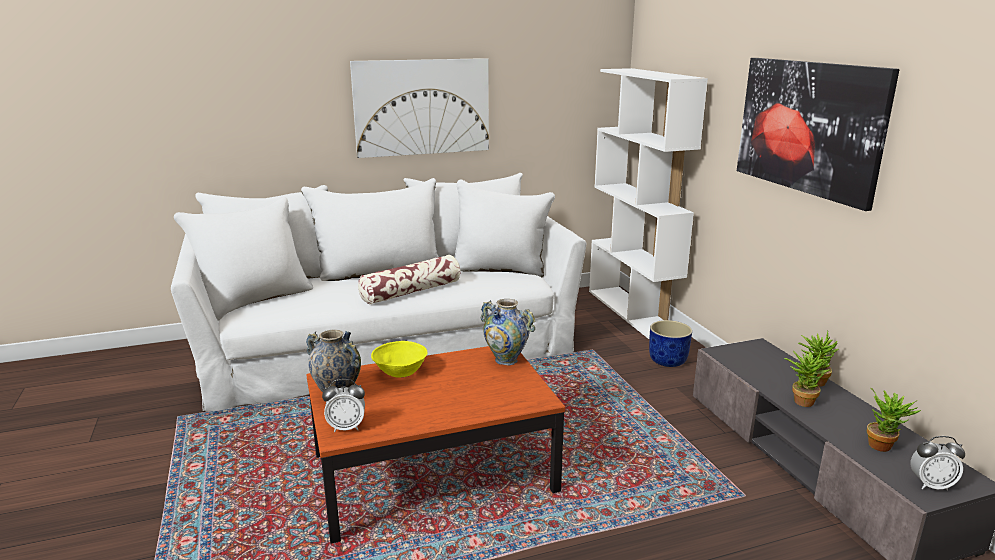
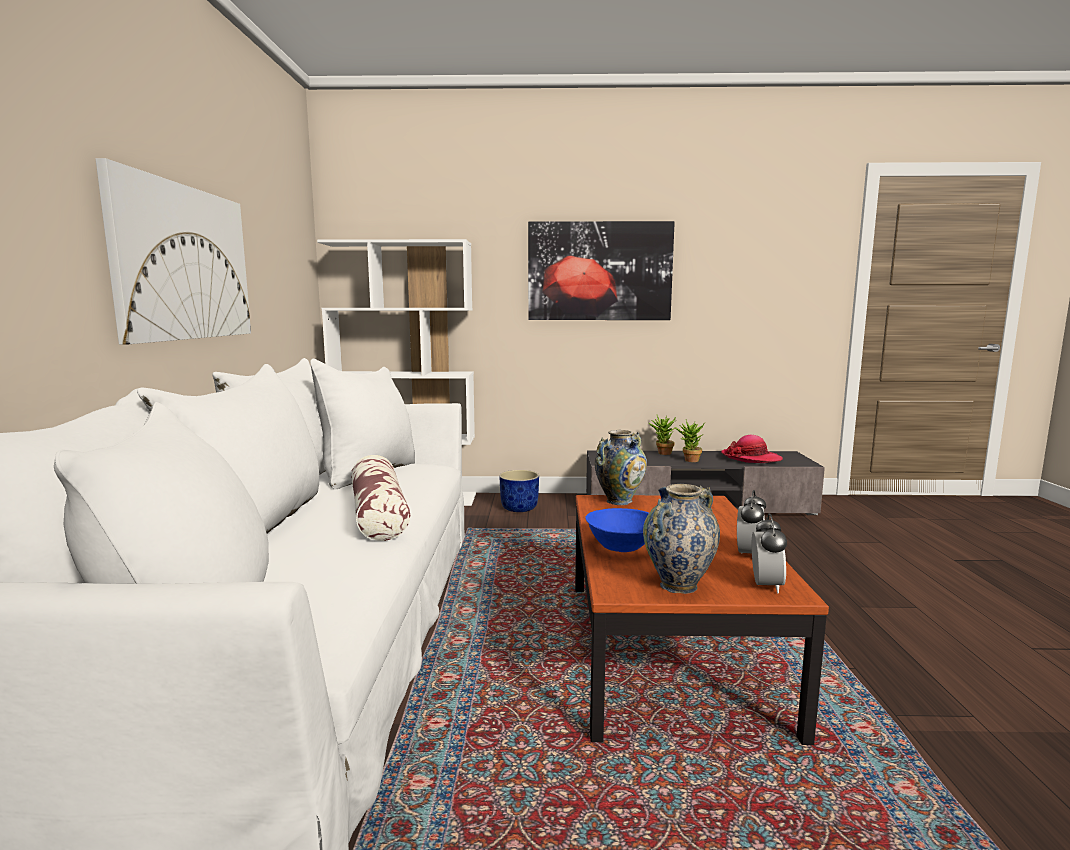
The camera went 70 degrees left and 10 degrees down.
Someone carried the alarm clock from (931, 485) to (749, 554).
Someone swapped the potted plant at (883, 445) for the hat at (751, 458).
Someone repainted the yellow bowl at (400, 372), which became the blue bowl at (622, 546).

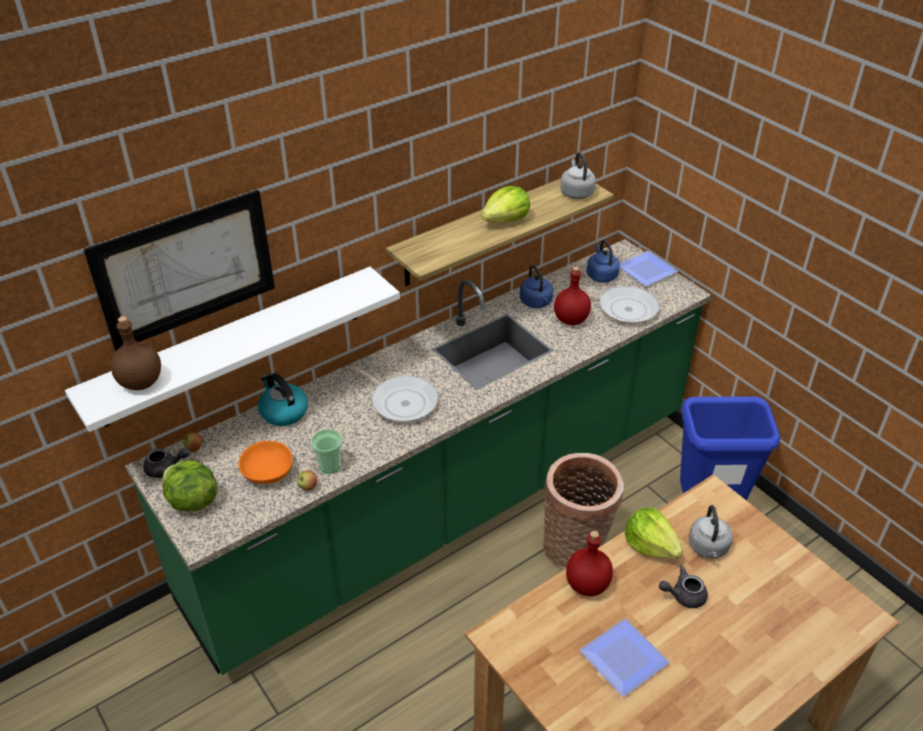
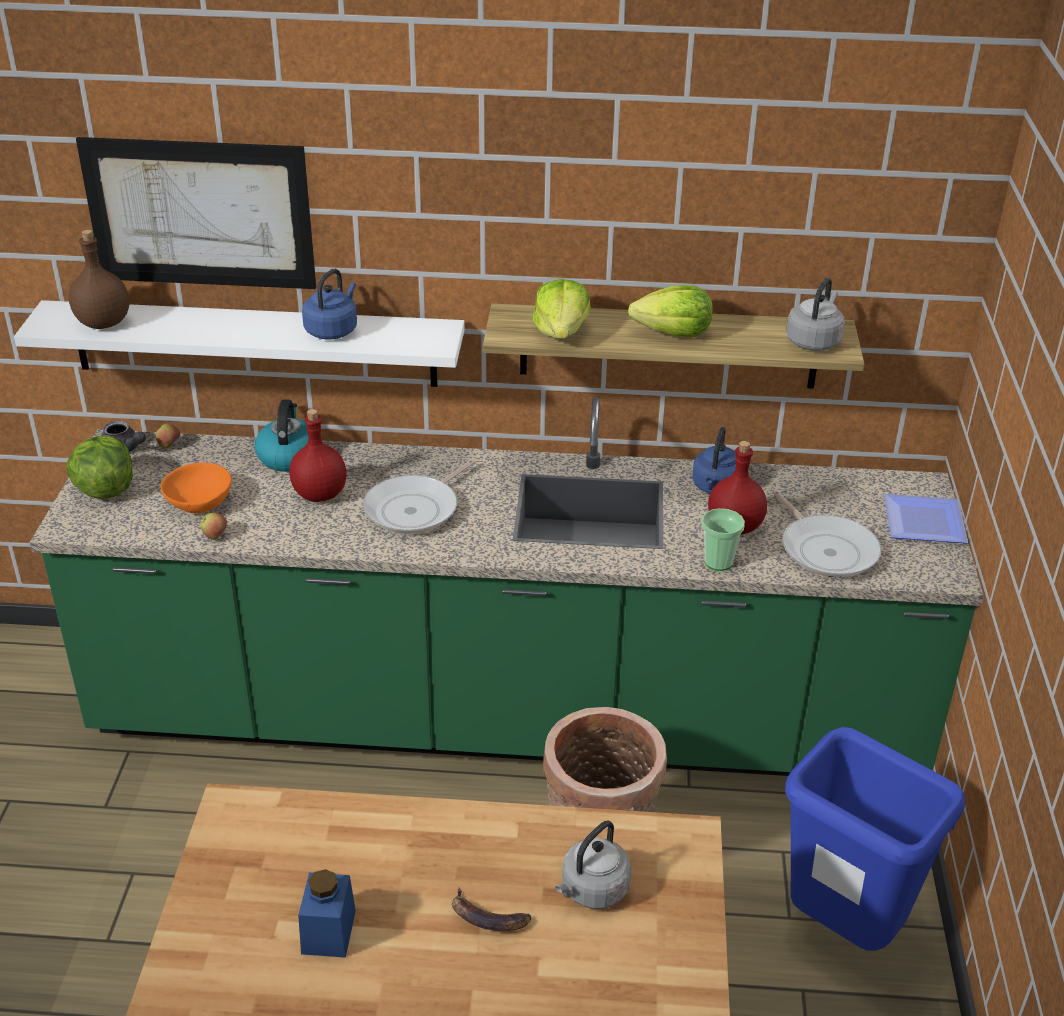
The camera went 40 degrees right and 5 degrees down.
Someone carried the cup from (329, 466) to (718, 562).
Someone carried the red bottle from (586, 584) to (320, 493).
Someone carried the blue kettle from (601, 275) to (333, 330).
Someone carried the lettuce from (650, 545) to (561, 332).
Someone swapped the plate at (626, 659) for the blue jar at (328, 932).
Someone swapped the grey teapot at (683, 595) for the banana at (487, 917).
Someone rotated the frying pan at (402, 401) by 45 degrees clockwise.

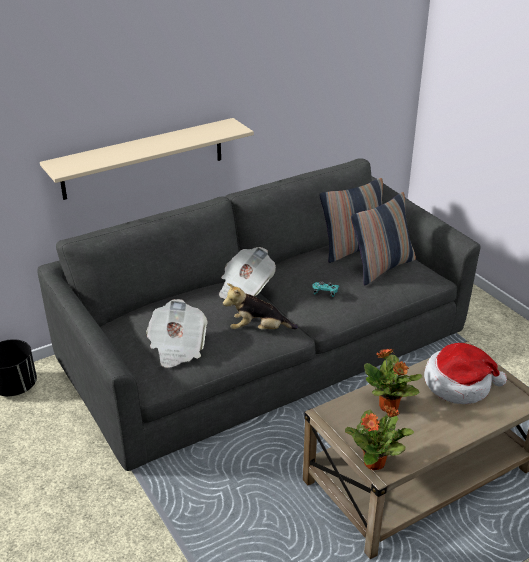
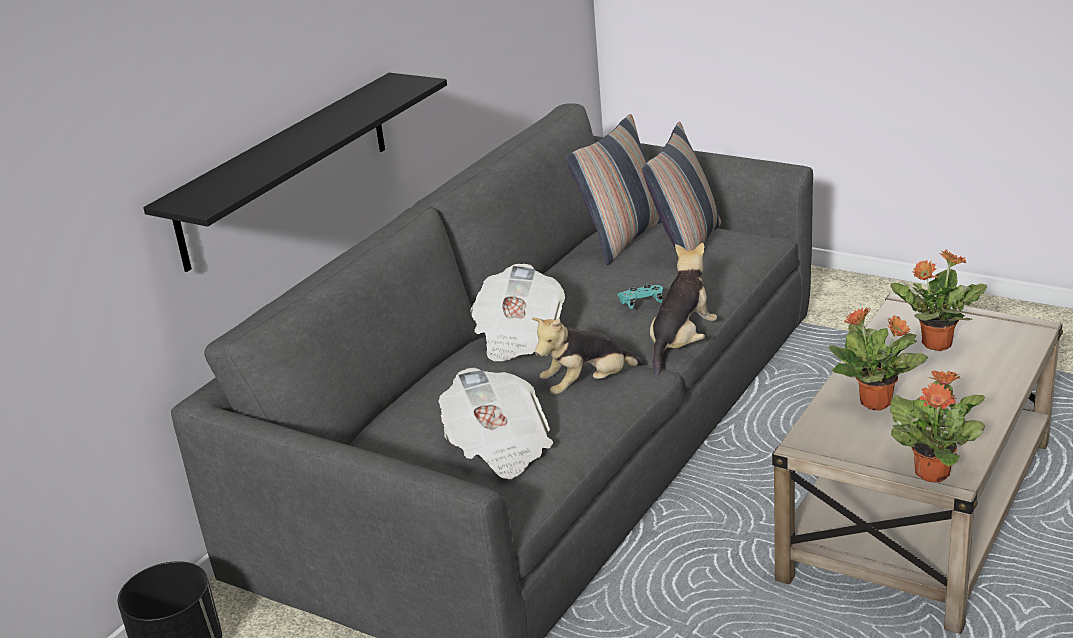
The camera went 25 degrees left and 5 degrees down.
Someone put down the plush toy at (681, 343).
Someone swapped the hat at (459, 384) for the potted plant at (935, 344).
Someone repainted the beige shelf at (143, 158), which became the black shelf at (285, 169).

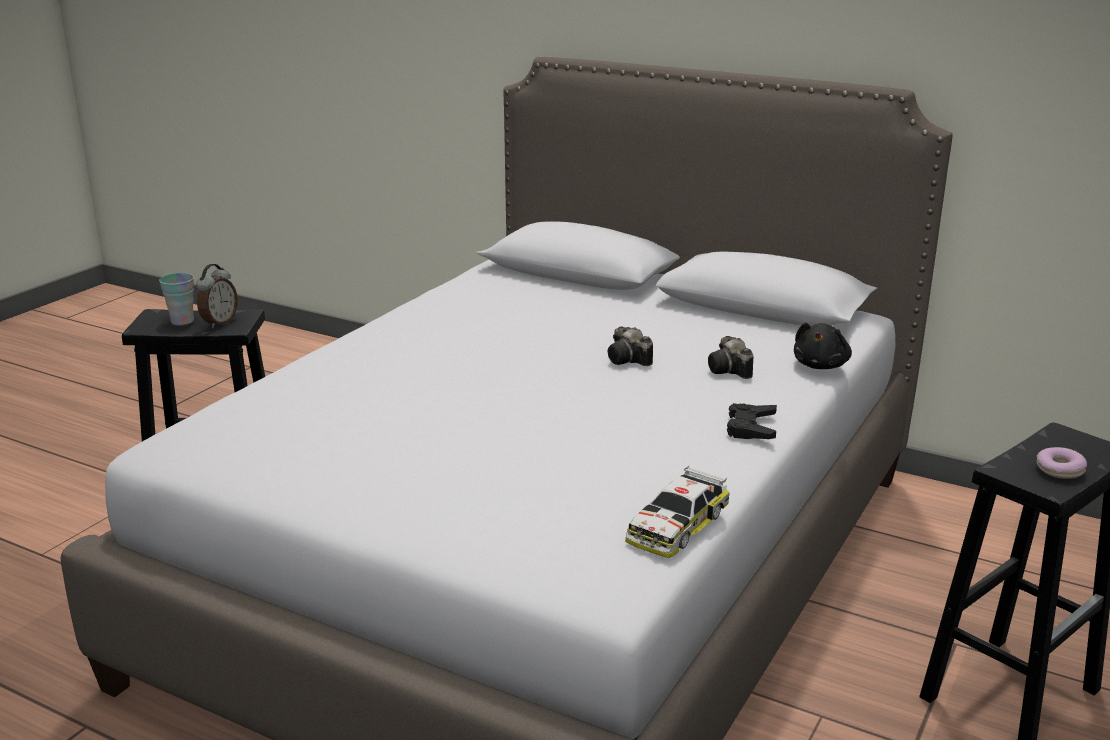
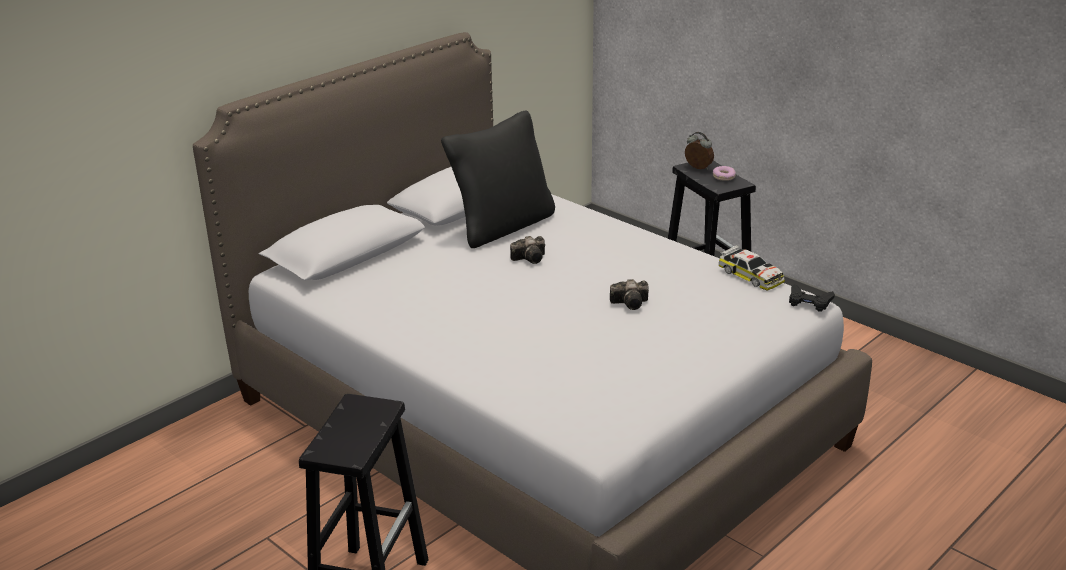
The camera went 75 degrees left and 5 degrees up.
Someone took away the cup at (182, 321).
Someone took away the black plush toy at (821, 365).
Someone put down the black pillow at (502, 226).
Someone carried the alarm clock from (219, 322) to (698, 168).
Someone carried the photo camera from (730, 371) to (631, 303).
Someone carried the black game controller from (751, 427) to (809, 302).

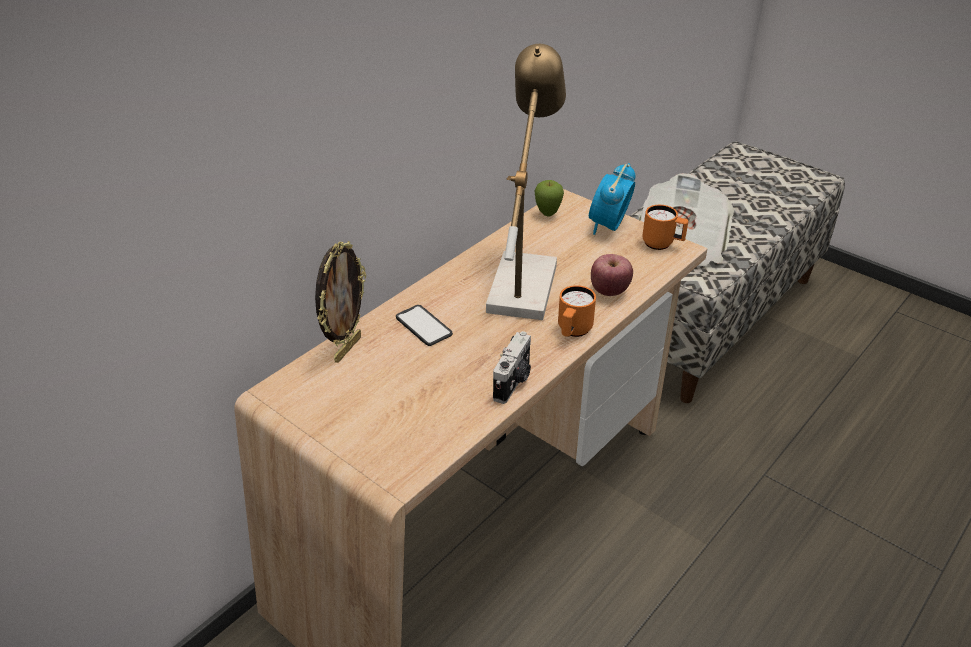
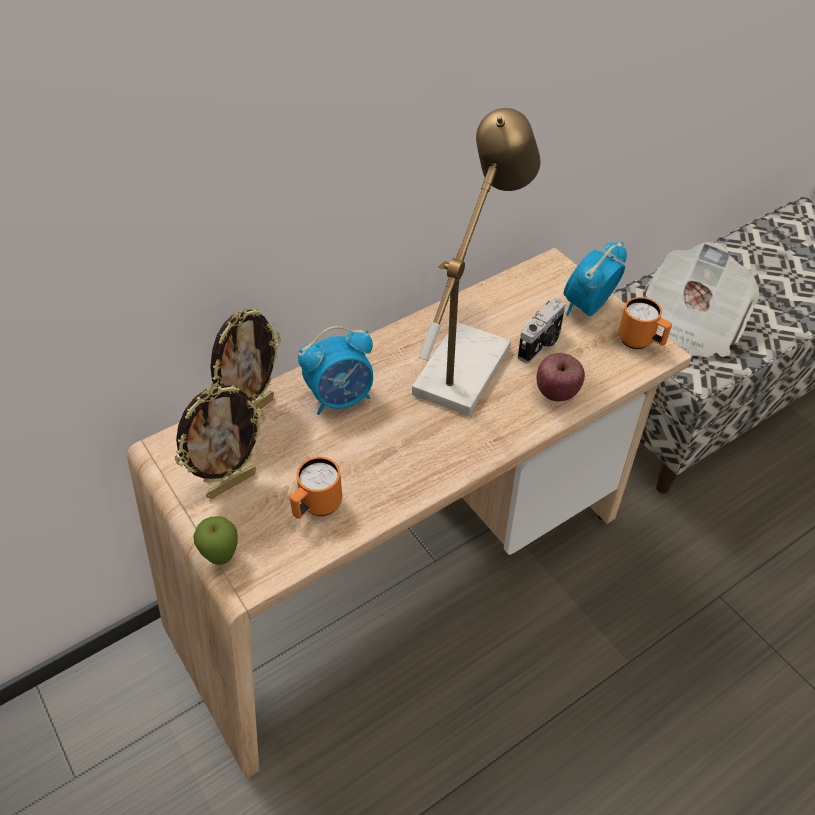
The camera went 15 degrees right and 10 degrees up.
Someone put down the picture frame at (231, 483).
Someone carried the photo camera from (513, 382) to (541, 344).
Someone carried the apple from (548, 214) to (222, 557).
Someone carried the orange mug from (573, 332) to (316, 507).
Someone swapped the phone at (423, 326) for the alarm clock at (341, 398).

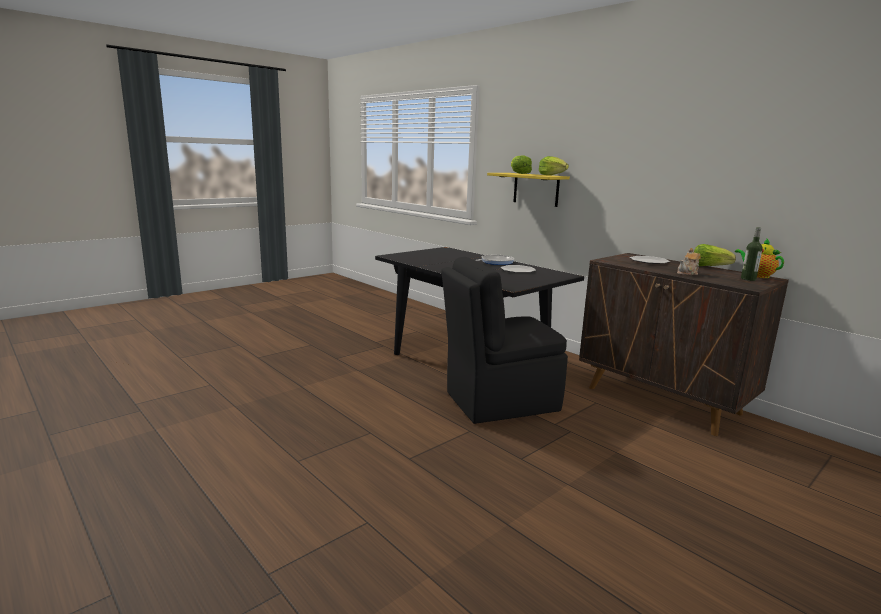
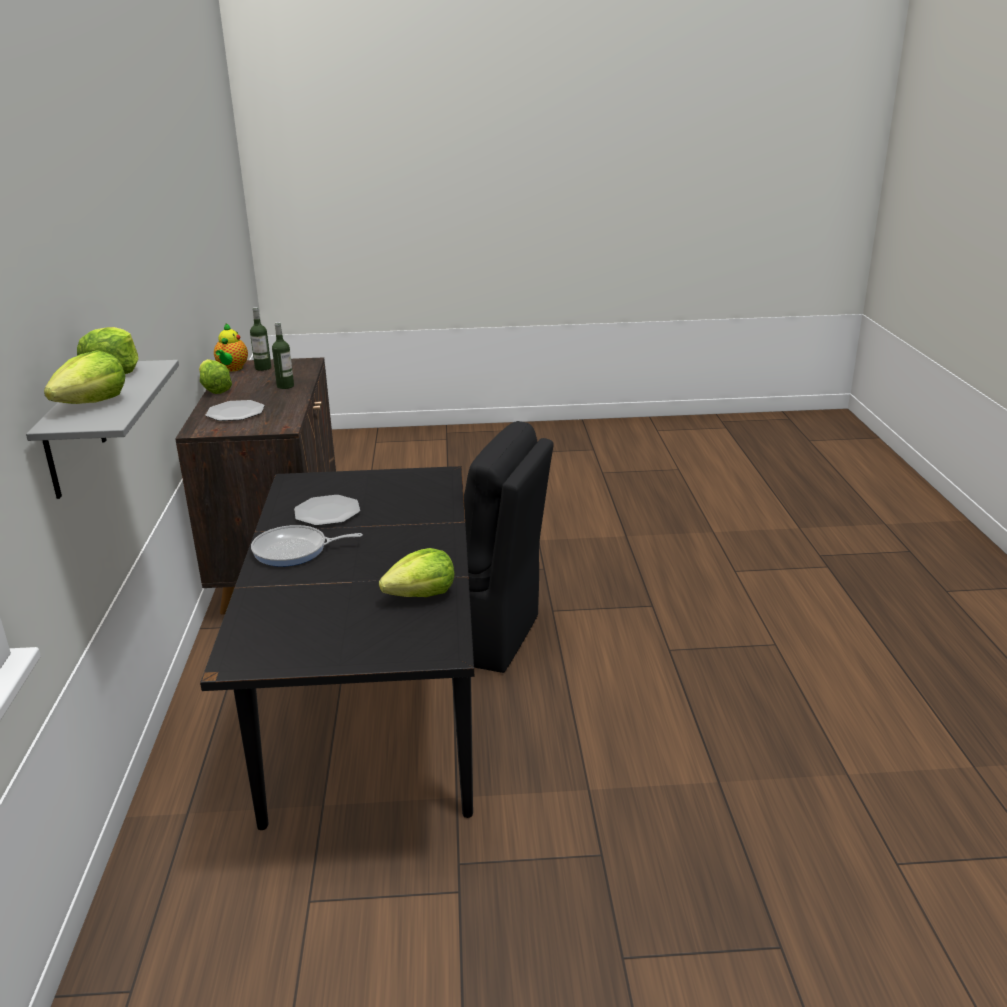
The camera went 140 degrees left and 10 degrees up.
Someone put down the lettuce at (421, 594).
Someone swapped the teapot at (688, 273) for the bottle at (285, 386).
Someone repainted the yellow shelf at (536, 189), which became the grey shelf at (73, 431).

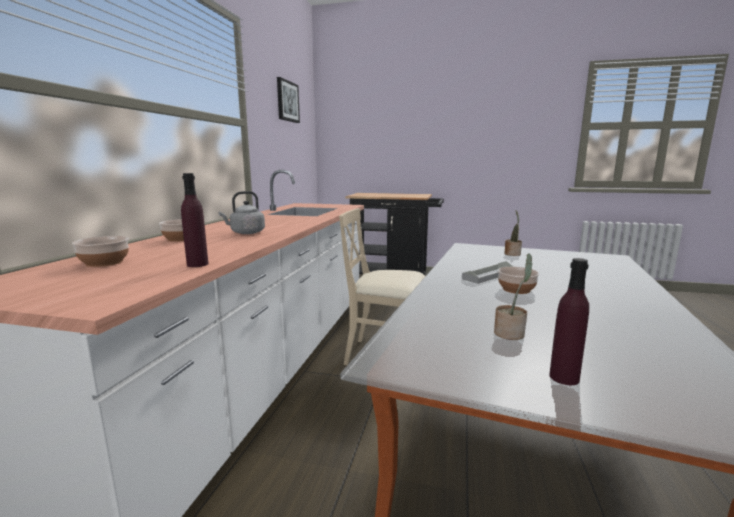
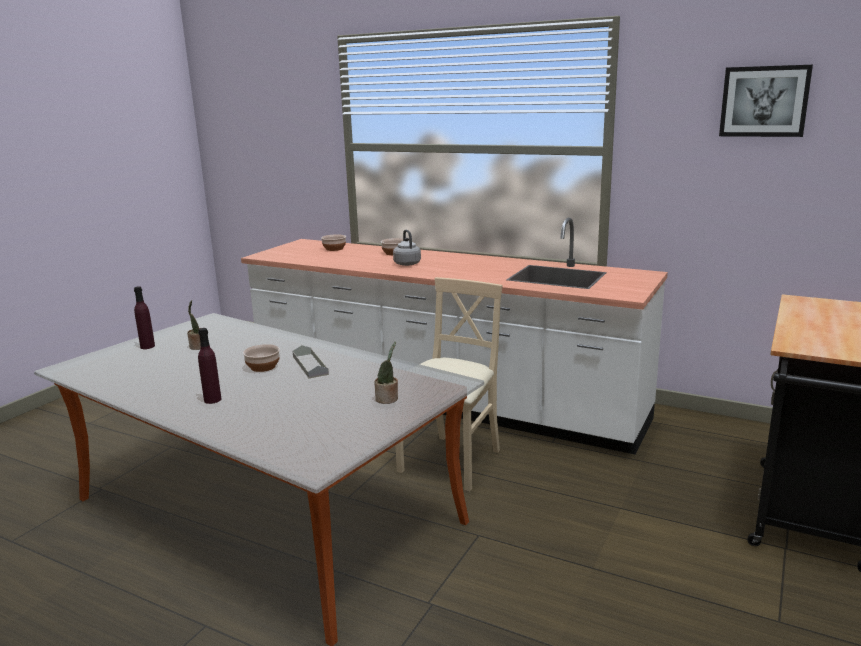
The camera went 105 degrees right and 5 degrees up.
Someone carried the purple bottle from (197, 264) to (212, 400).

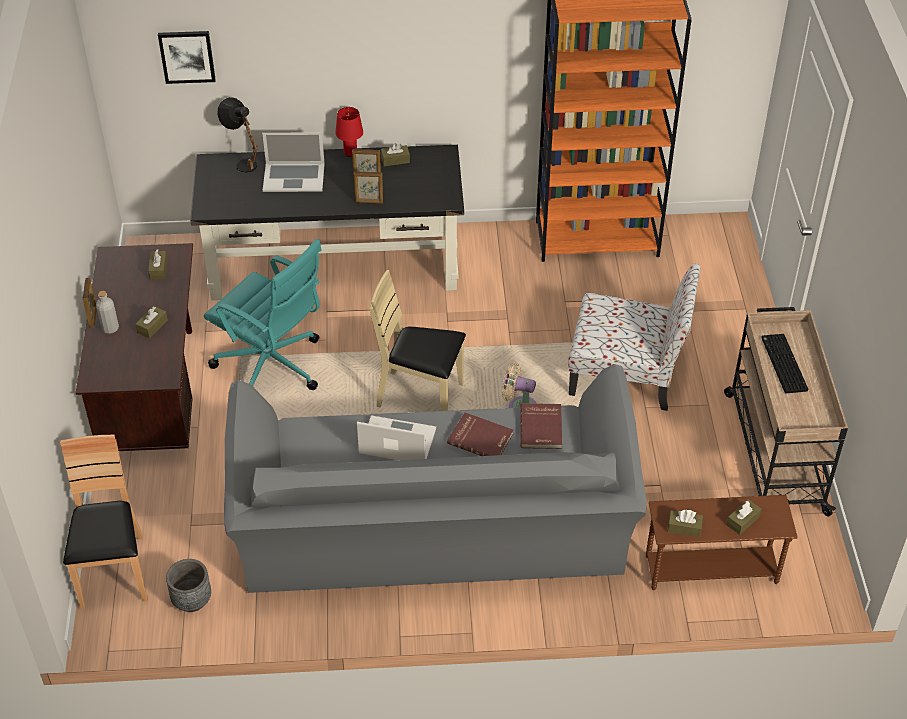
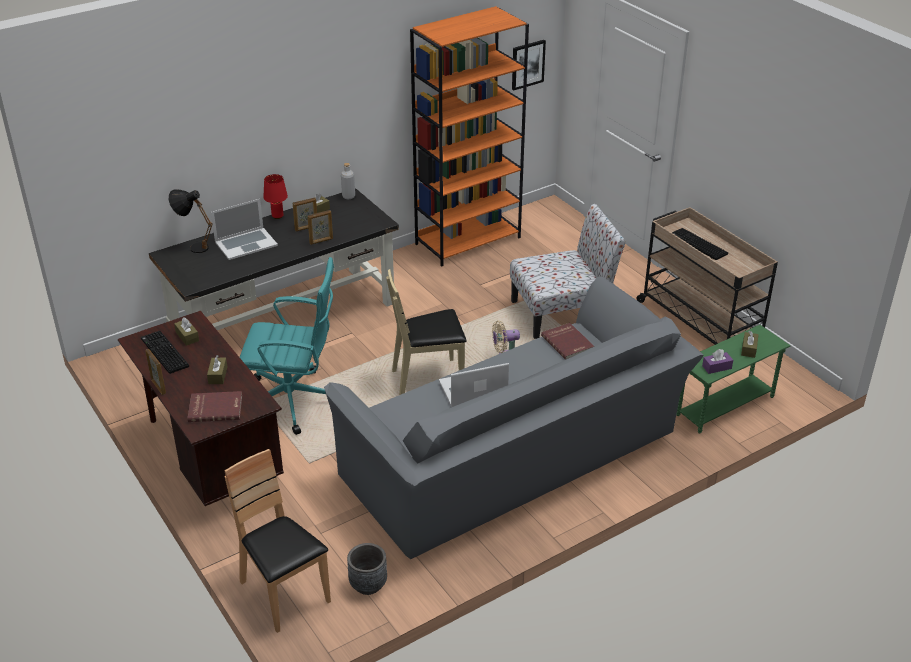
The camera went 30 degrees left and 10 degrees down.
Someone put down the keyboard at (163, 353).
Someone carried the grey bottle from (110, 328) to (348, 196).
Someone carried the picture from (187, 56) to (527, 64).
Someone carried the red book from (481, 438) to (215, 408).
Someone repainted the brown side table at (711, 570), which became the green side table at (725, 406).
Someone repainted the brown tissue box at (684, 528), which became the purple tissue box at (716, 367).

